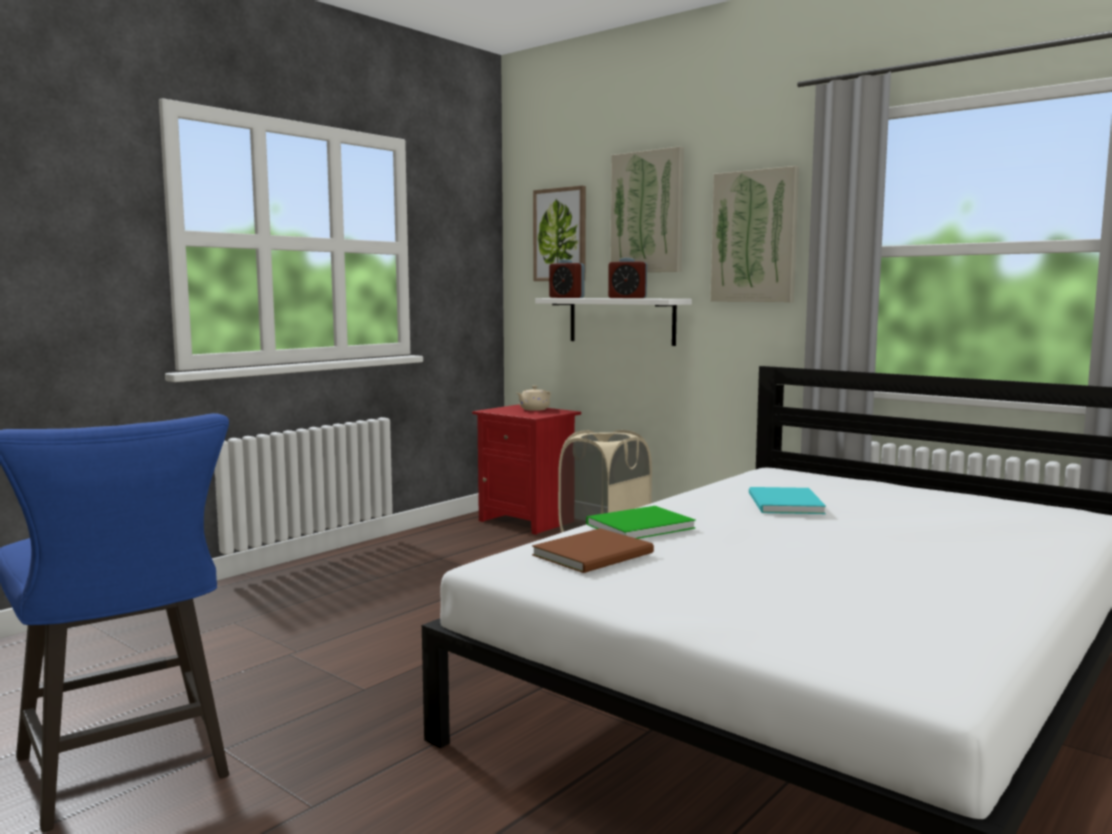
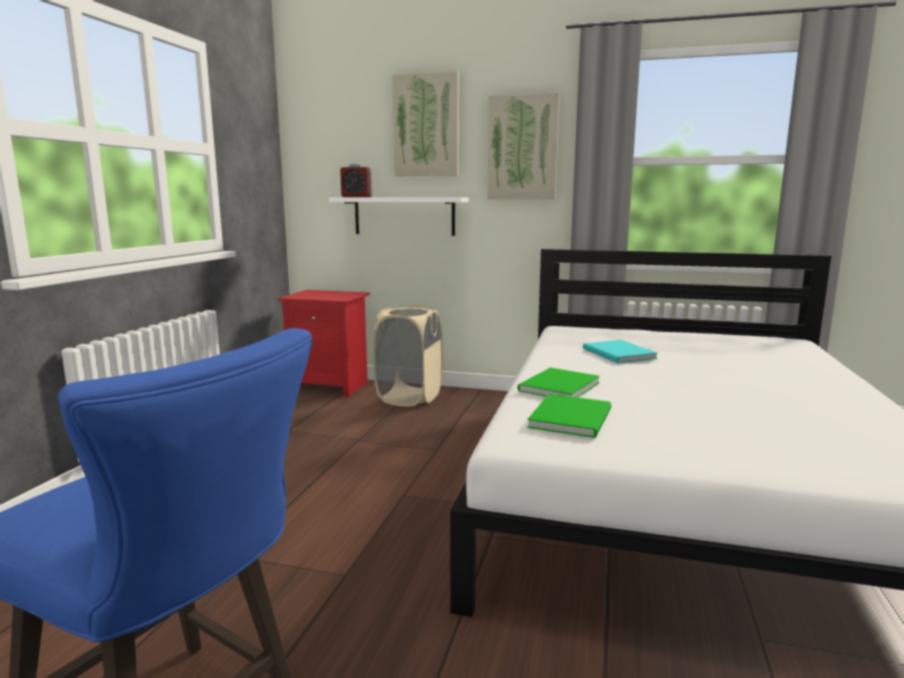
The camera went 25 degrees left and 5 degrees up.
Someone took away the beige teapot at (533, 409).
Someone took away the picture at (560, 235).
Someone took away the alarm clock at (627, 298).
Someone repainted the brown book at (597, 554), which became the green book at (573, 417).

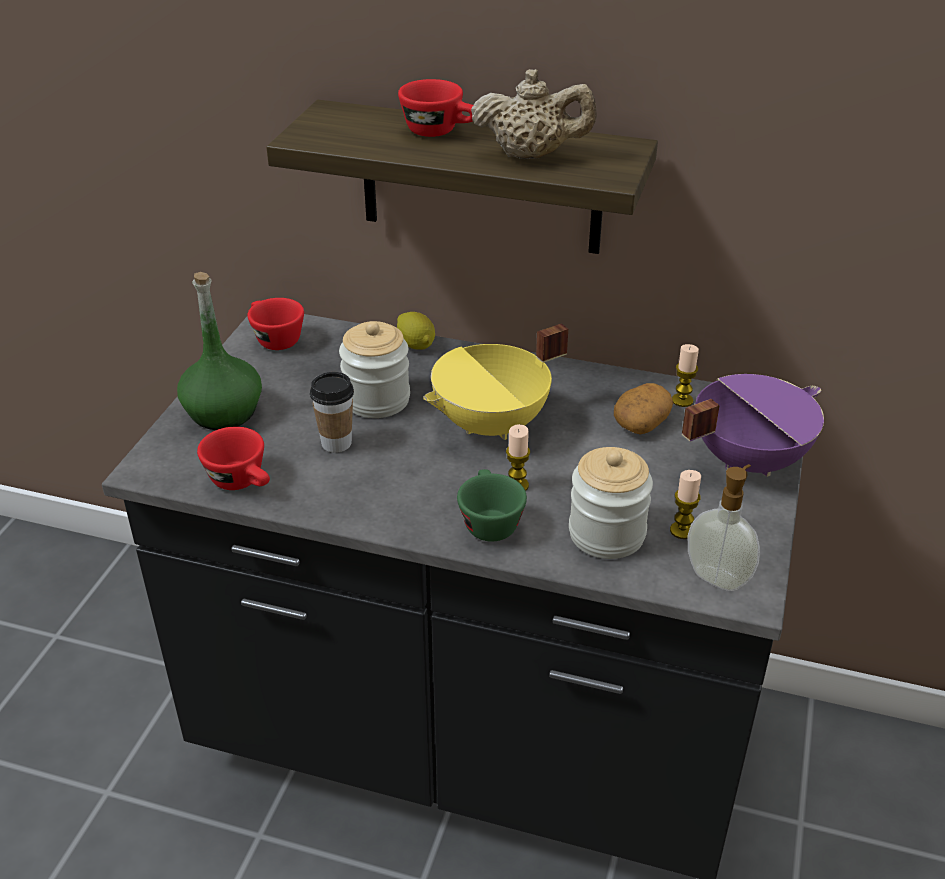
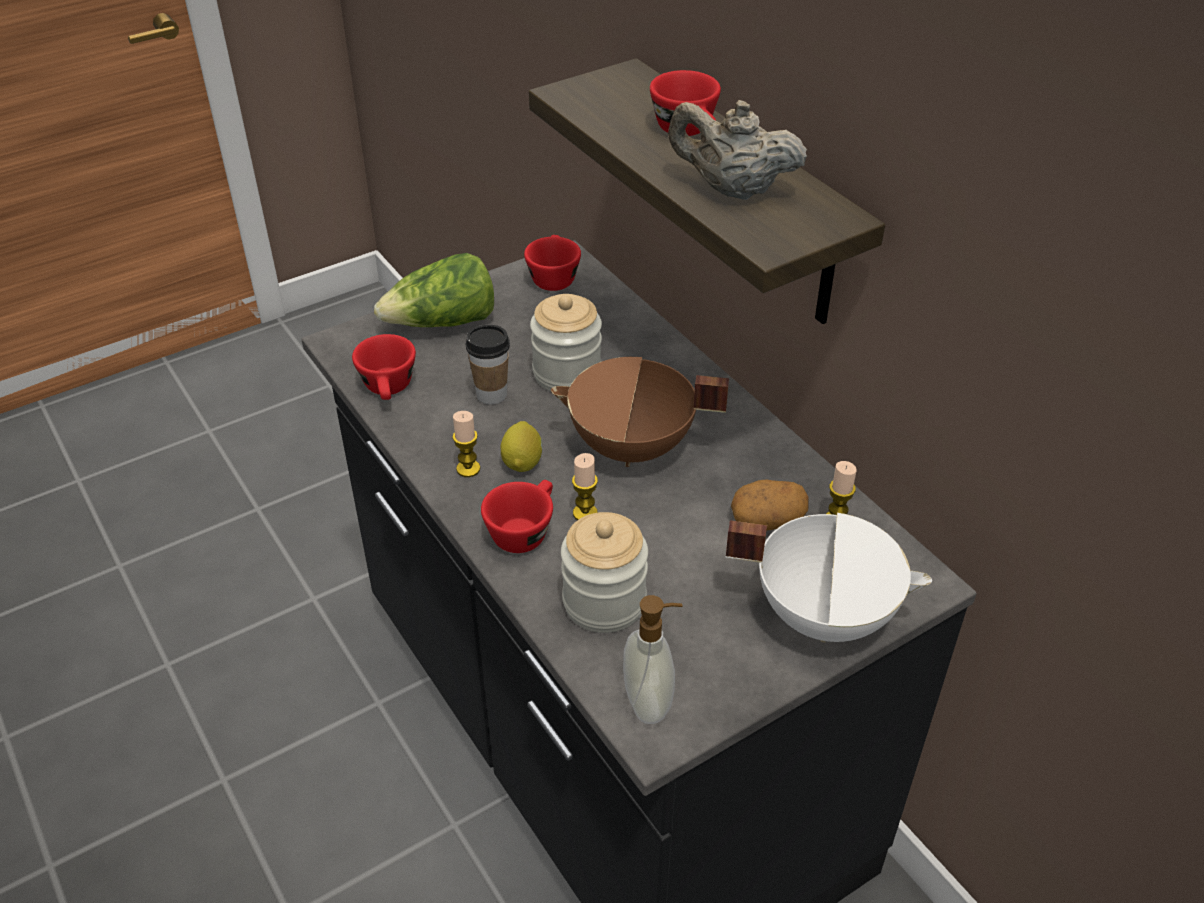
The camera went 40 degrees right and 5 degrees up.
Someone carried the lemon from (416, 345) to (522, 462).
Someone carried the candle from (682, 530) to (468, 469).
Someone swapped the green bottle at (224, 412) for the lettuce at (443, 323).
Someone repainted the yellow cooking pot at (492, 425), which became the brown cooking pot at (632, 448).
Someone repainted the green cup at (488, 521), which became the red cup at (524, 530).
Someone repainted the purple cooking pot at (746, 459), which became the white cooking pot at (824, 613).
Someone rotated the beige teapot at (532, 155) by 150 degrees clockwise.

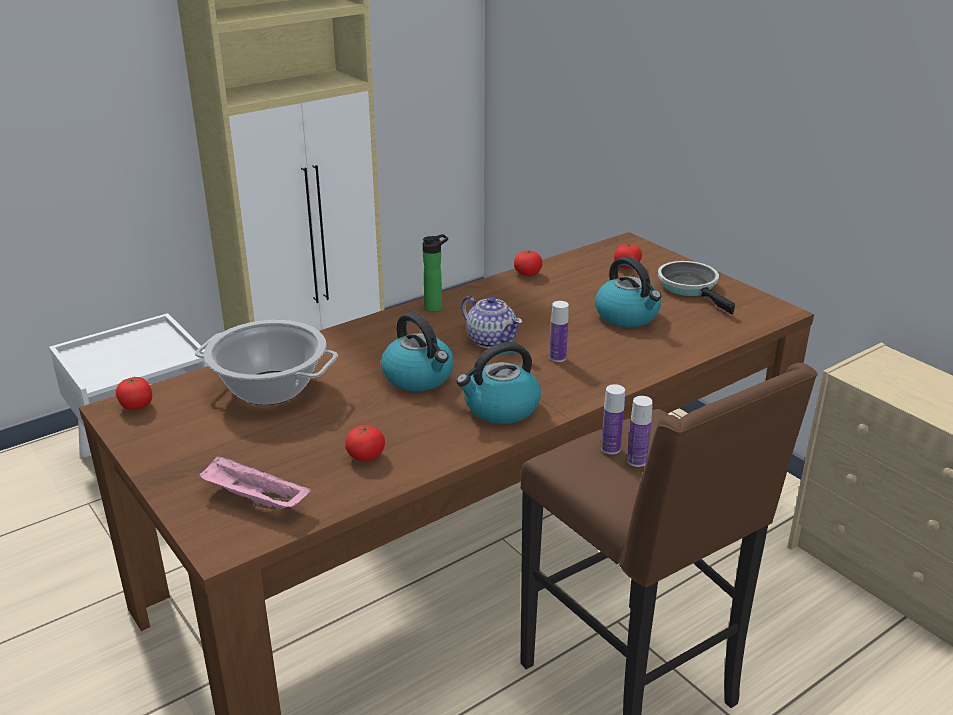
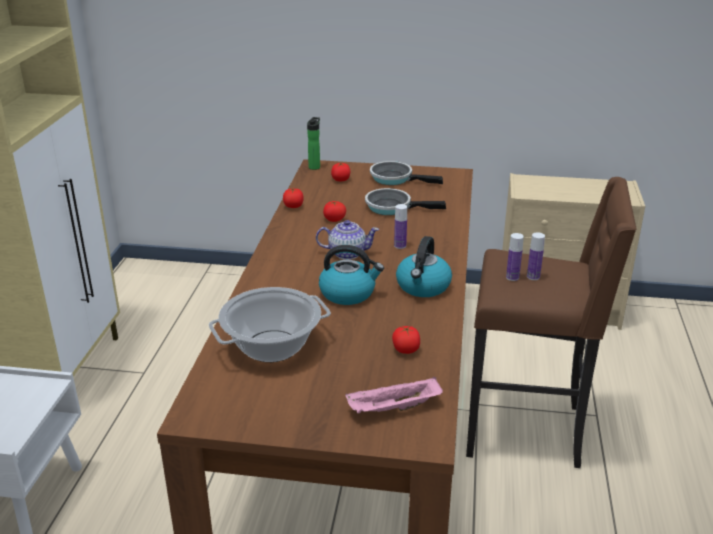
The camera went 45 degrees left and 0 degrees up.
Someone carried the tomato from (137, 406) to (334, 219).
Someone carried the bottle from (436, 307) to (315, 167).
Someone swapped the kettle at (628, 316) for the frying pan at (392, 207).

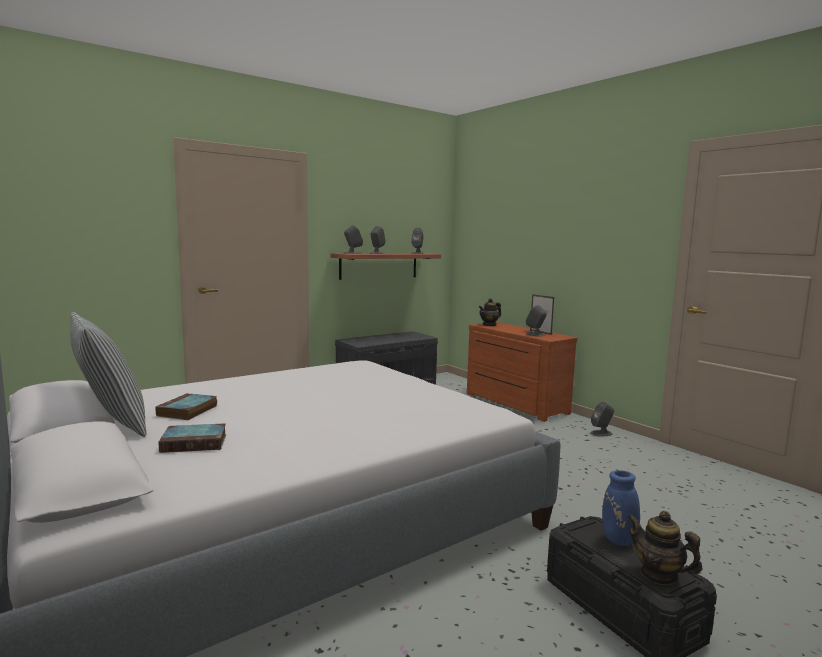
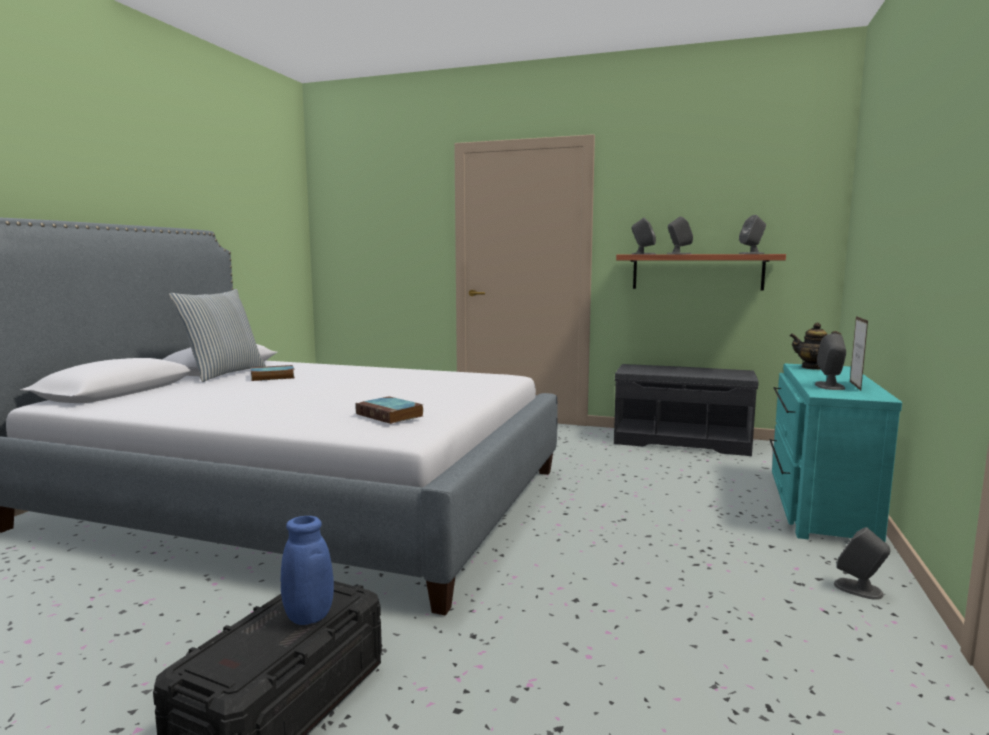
The camera went 55 degrees right and 0 degrees up.
Someone took away the teapot at (658, 575).
Someone carried the book from (196, 443) to (391, 415).
Someone repainted the brown dresser at (514, 404), which became the turquoise dresser at (816, 505).

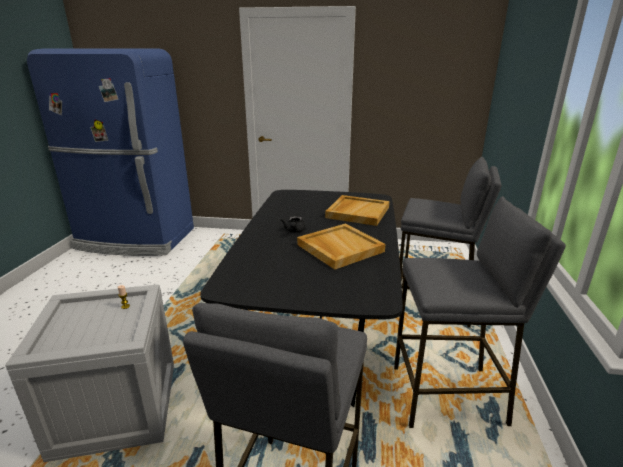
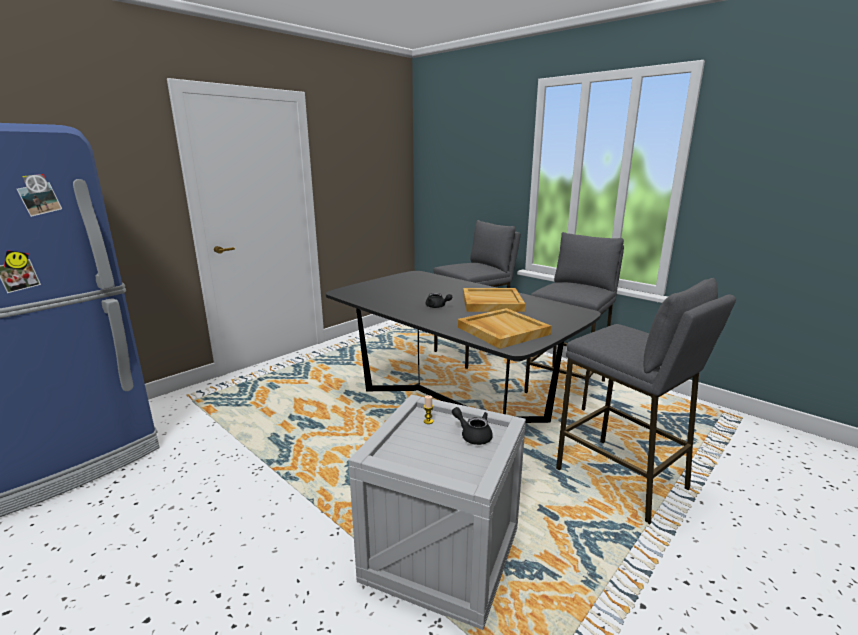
The camera went 55 degrees left and 5 degrees down.
Someone put down the black teapot at (473, 435).
Someone carried the beige tray from (357, 212) to (502, 330).

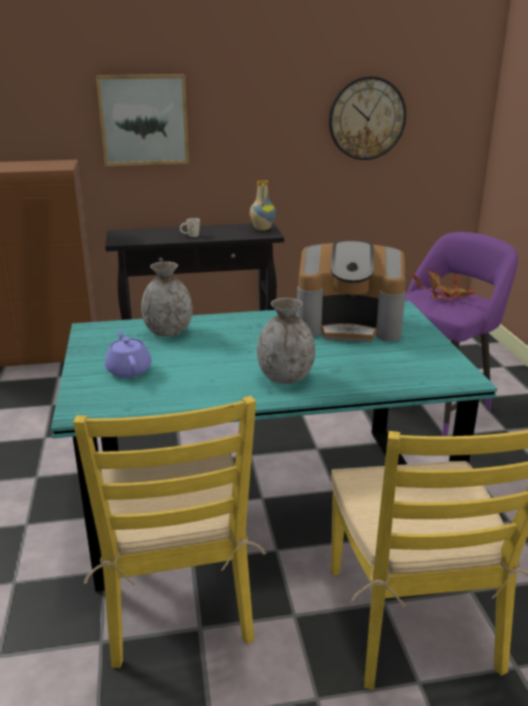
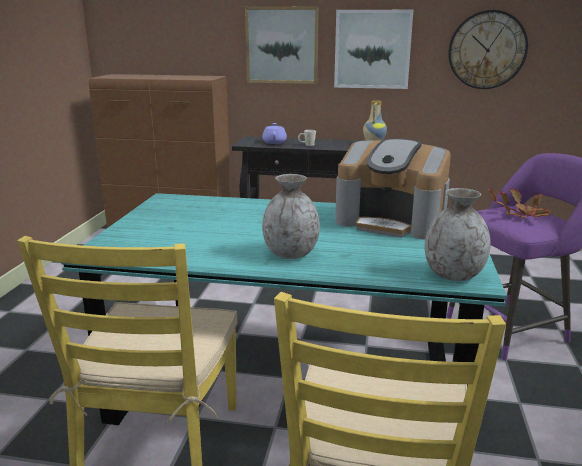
The camera went 20 degrees right and 5 degrees down.
Someone put up the picture at (372, 49).
Someone carried the purple teapot from (129, 370) to (274, 142).
Someone carried the grey vase from (168, 332) to (452, 275).

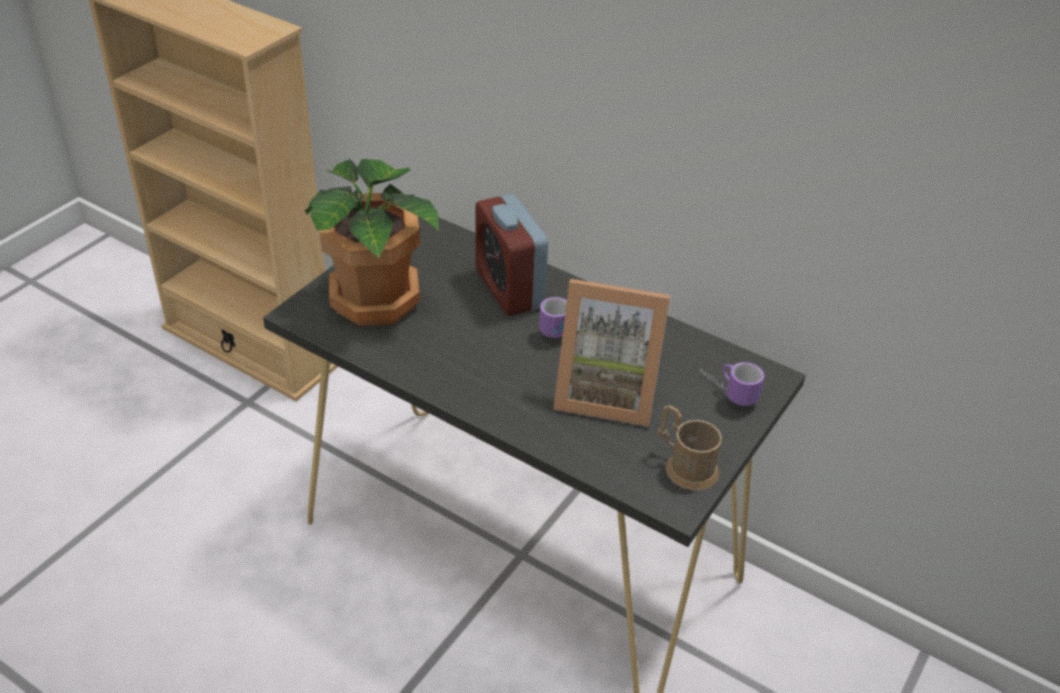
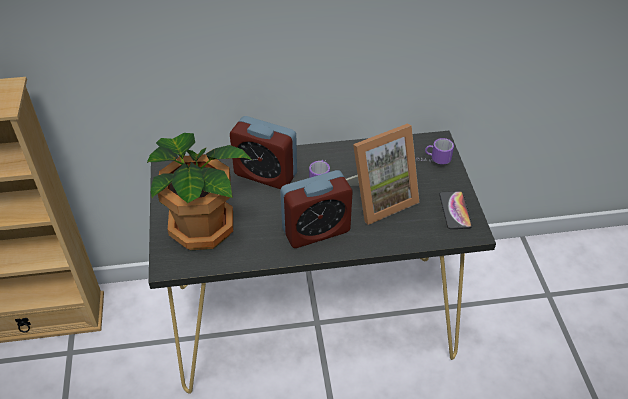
The camera went 40 degrees left and 5 degrees up.
Someone put down the alarm clock at (316, 230).
Someone swapped the brown mug at (685, 465) for the phone at (455, 210).

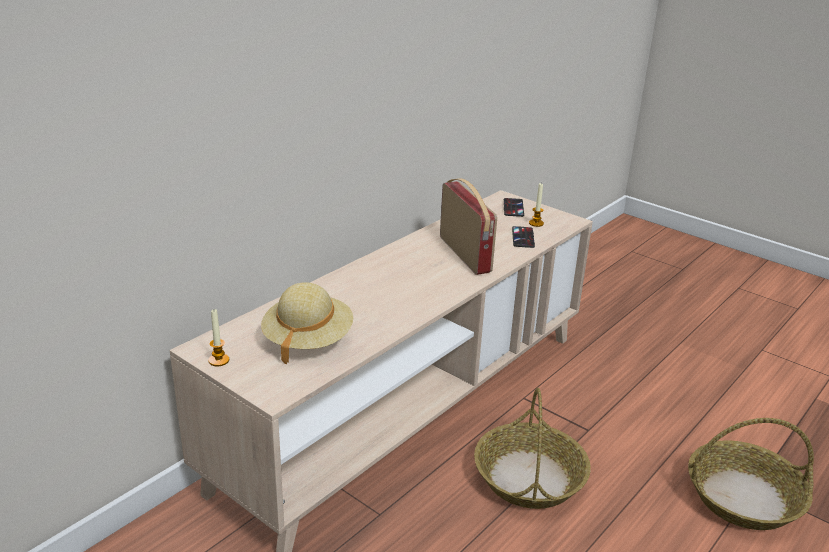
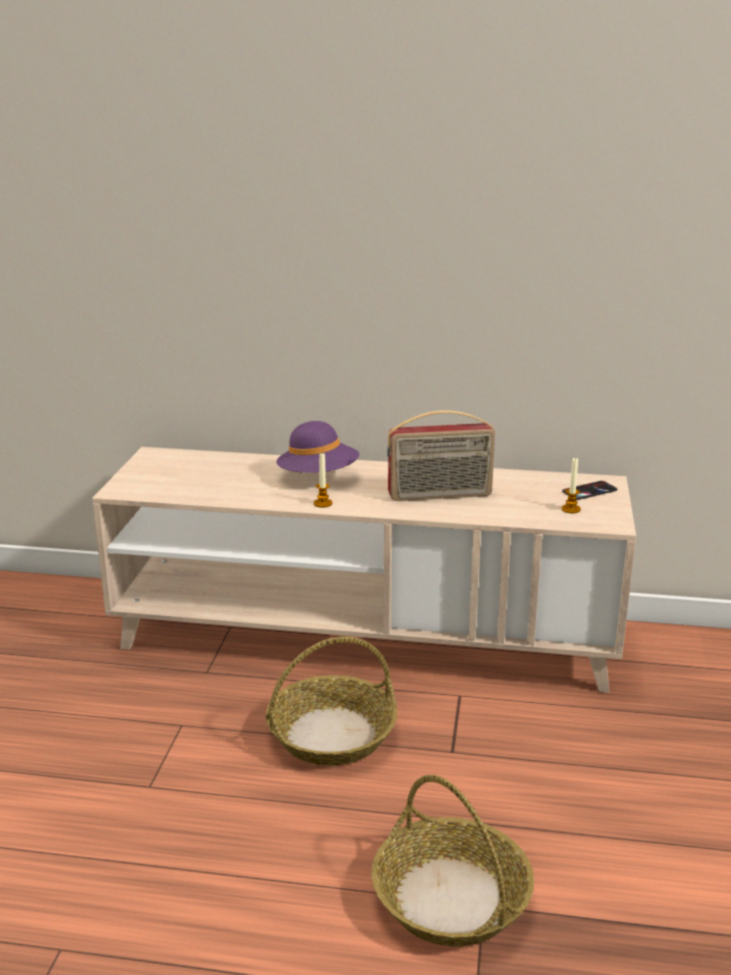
The camera went 60 degrees right and 5 degrees down.
Someone took away the beige hat at (307, 340).
Someone took away the phone at (523, 237).
Someone put down the purple hat at (318, 477).
Someone carried the candle from (219, 360) to (323, 503).
Someone rotated the radio at (466, 254) by 45 degrees clockwise.

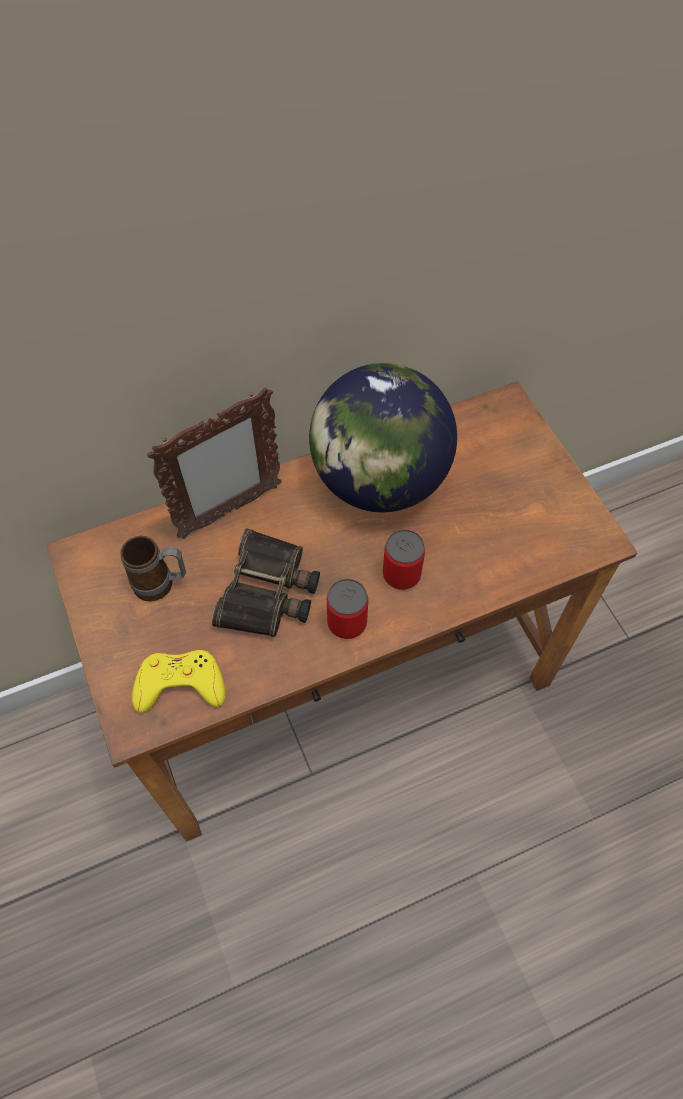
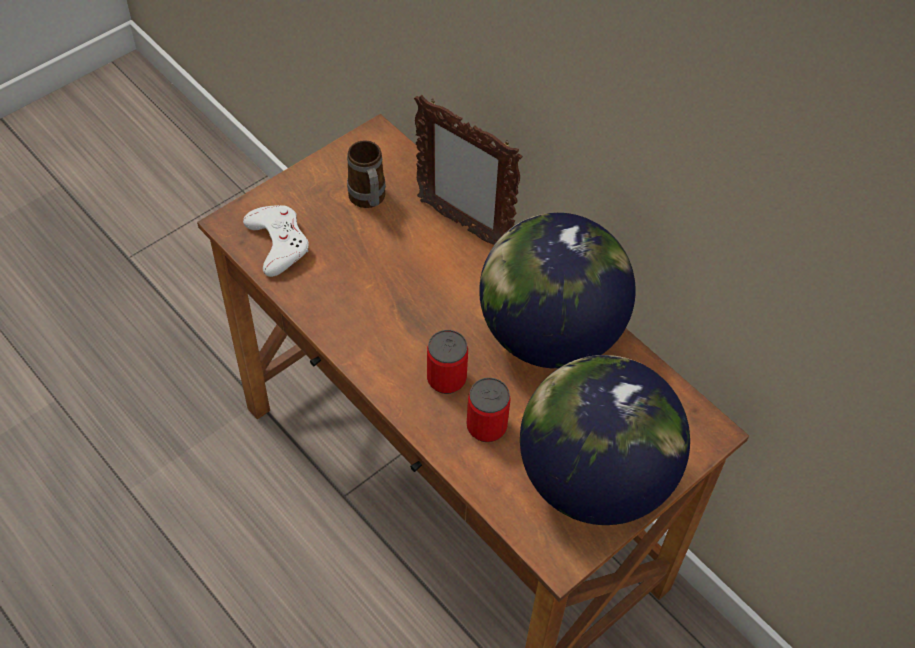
The camera went 70 degrees right and 5 degrees down.
Someone took away the binoculars at (269, 592).
Someone put down the globe at (594, 479).
Someone carried the can from (347, 623) to (486, 426).
Someone repainted the yellow game controller at (180, 684), which became the white game controller at (278, 243).

